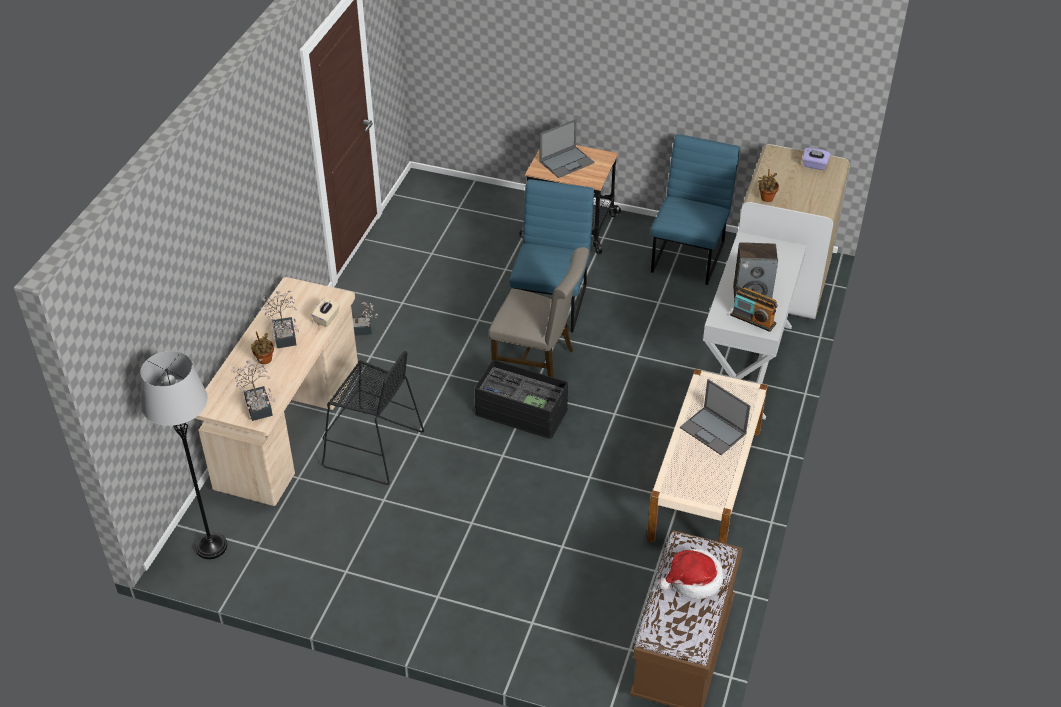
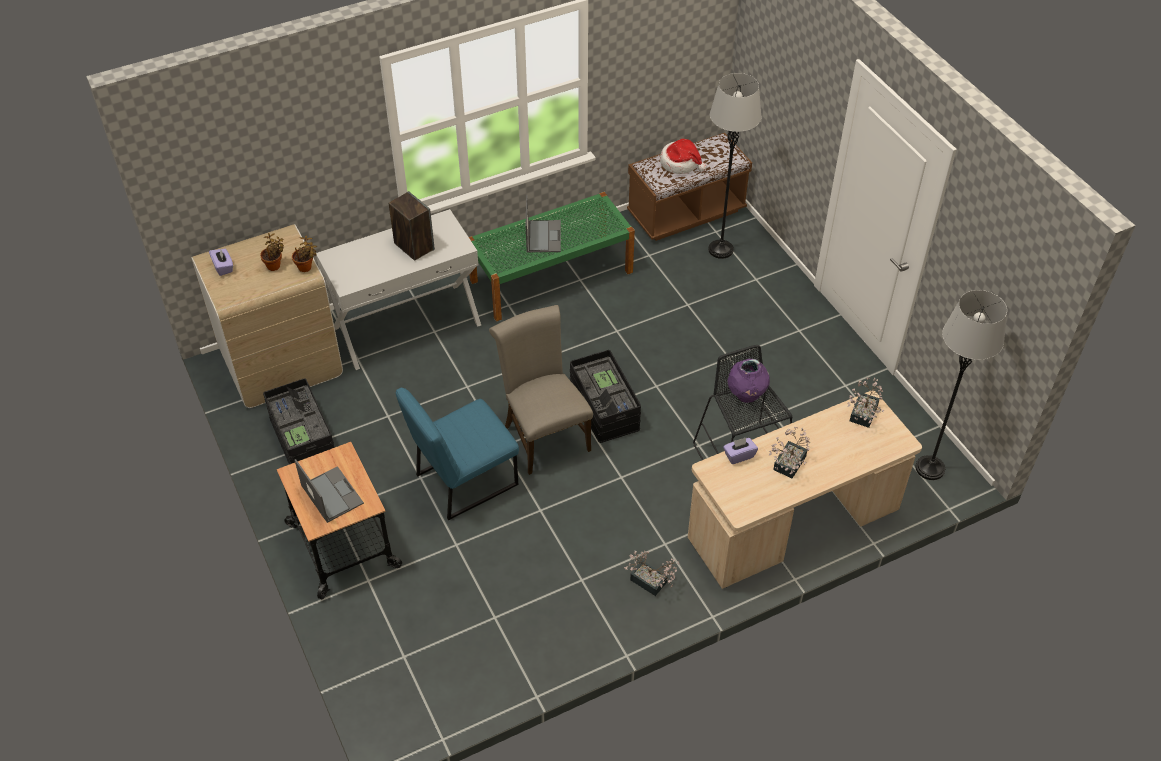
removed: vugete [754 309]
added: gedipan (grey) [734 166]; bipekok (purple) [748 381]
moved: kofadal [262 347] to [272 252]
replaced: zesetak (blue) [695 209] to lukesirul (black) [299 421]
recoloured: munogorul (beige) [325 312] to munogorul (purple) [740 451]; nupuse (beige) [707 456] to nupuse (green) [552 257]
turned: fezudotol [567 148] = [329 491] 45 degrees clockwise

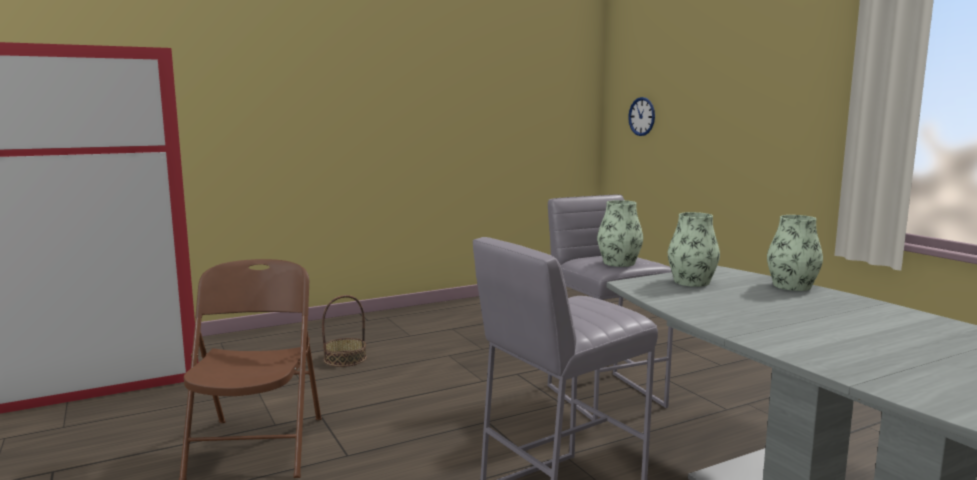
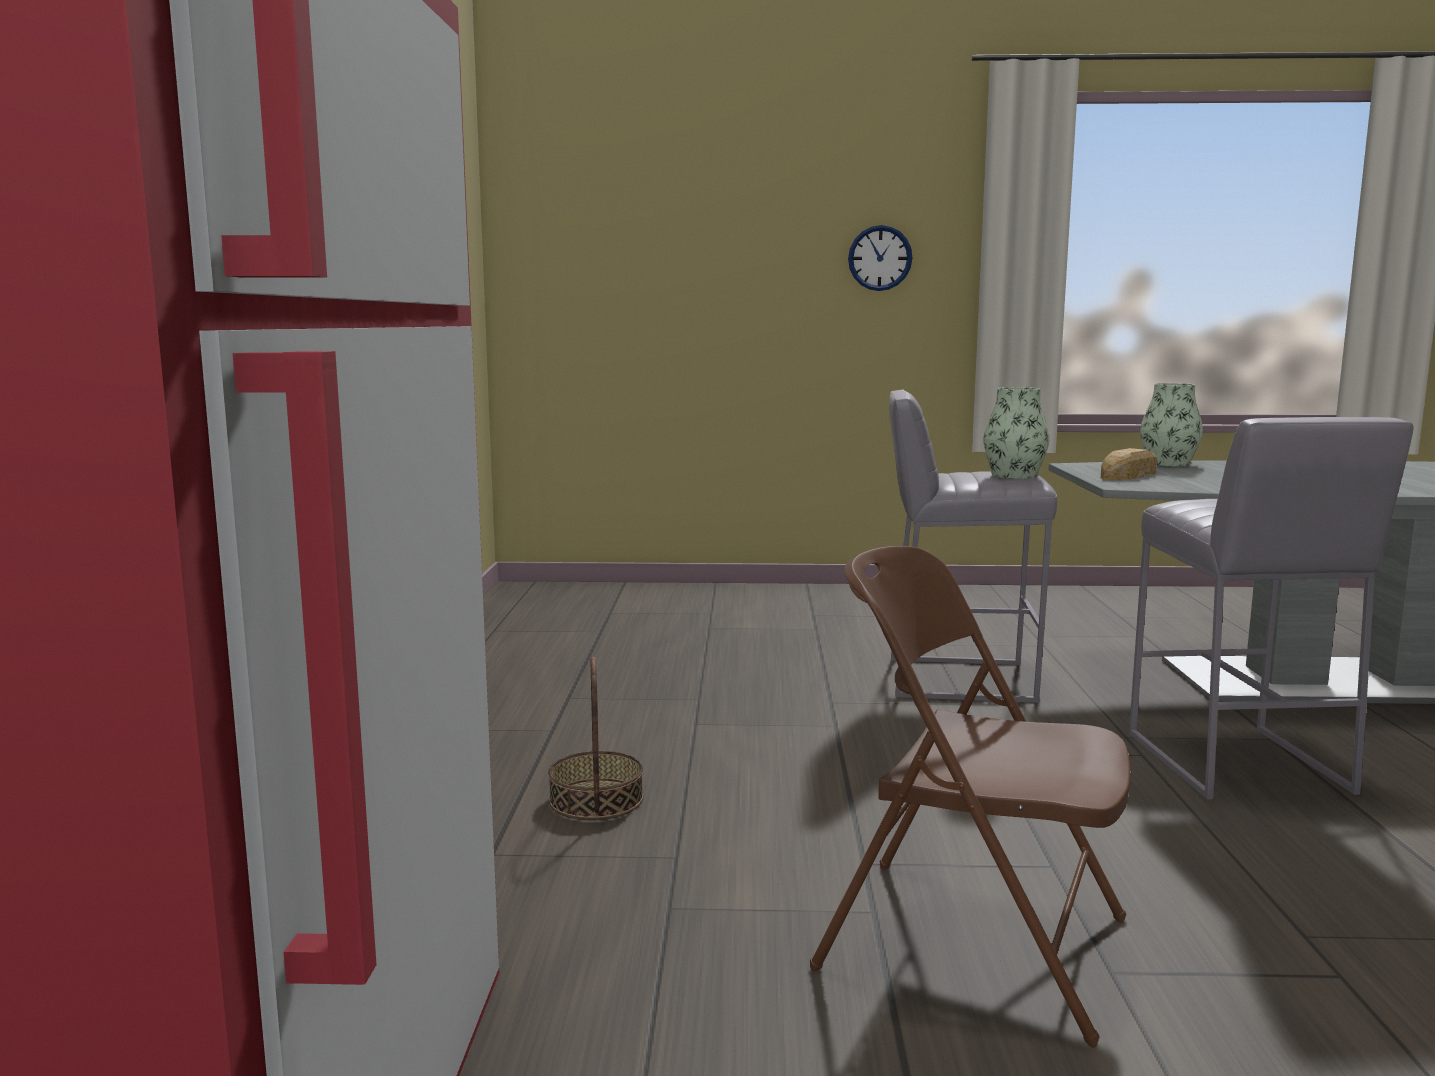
moved: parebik [641 116] to [880 258]
replaced: bipekok [694 249] to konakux [1129 464]

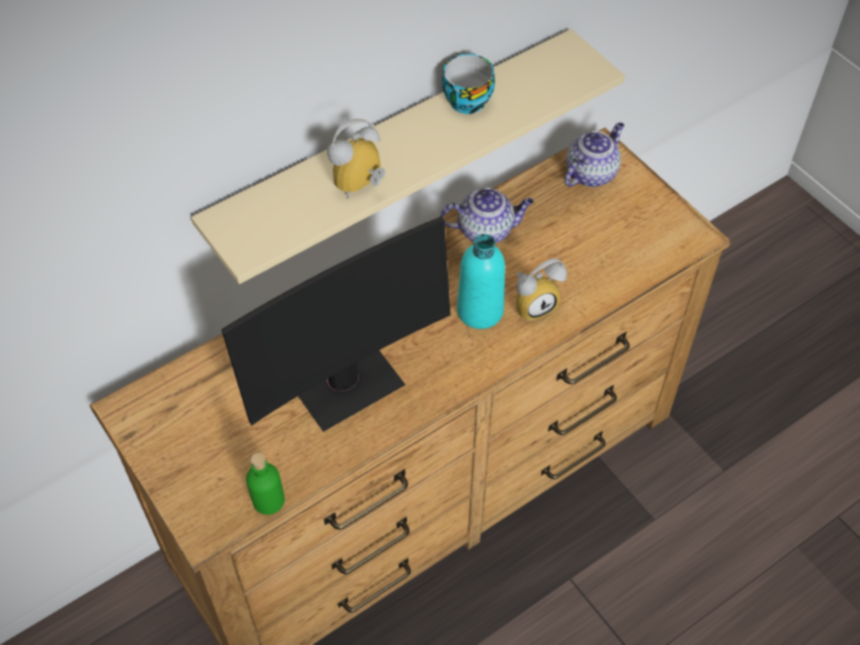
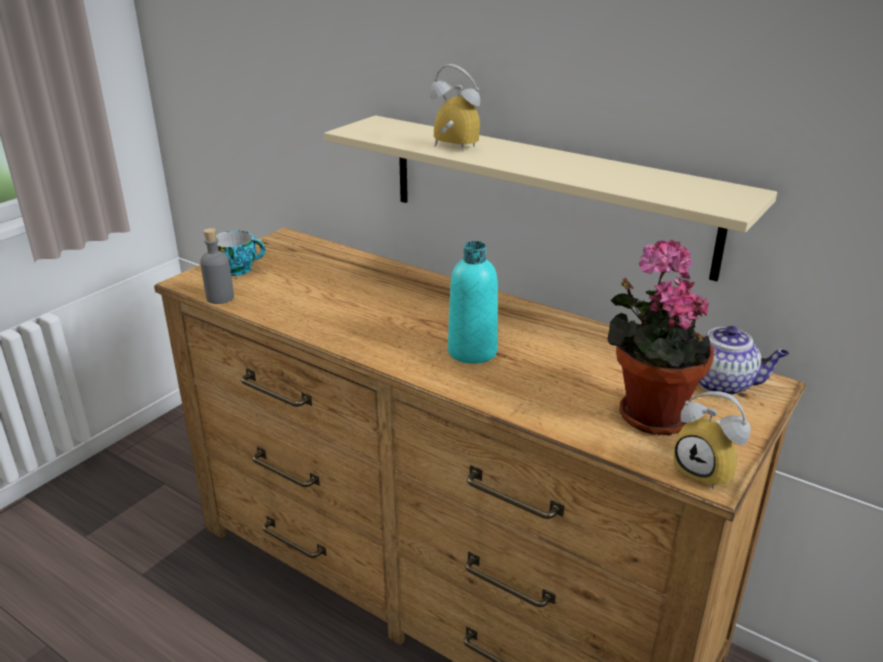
removed: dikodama [336 324]; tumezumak [487 215]
added: kofadal [660 338]
moved: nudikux [468 83] to [240 253]; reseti [541 290] to [712 440]
recoloured: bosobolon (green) [265 484] to bosobolon (grey) [217 266]

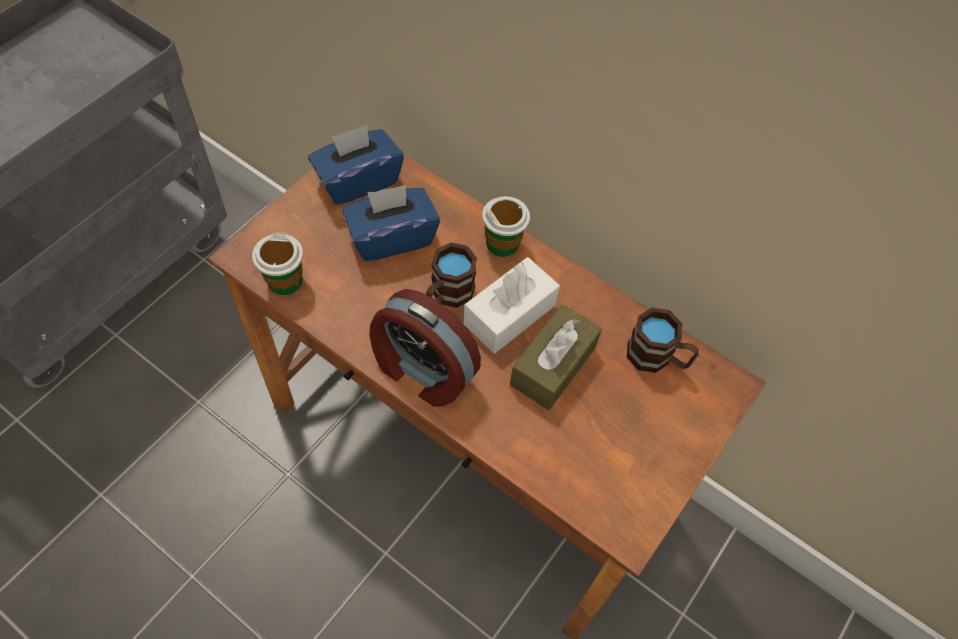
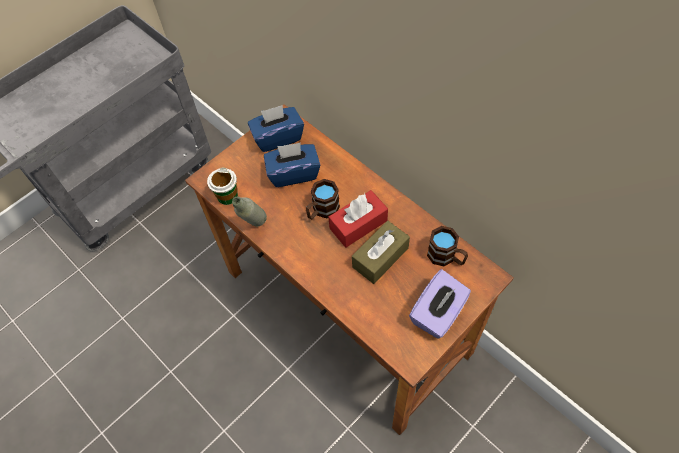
removed: reseti [425 348]; nudikux [506 226]
added: bosobolon (grey) [249 212]; munogorul (purple) [440 304]
recoloured: munogorul (white) [512 305] to munogorul (red) [358 219]

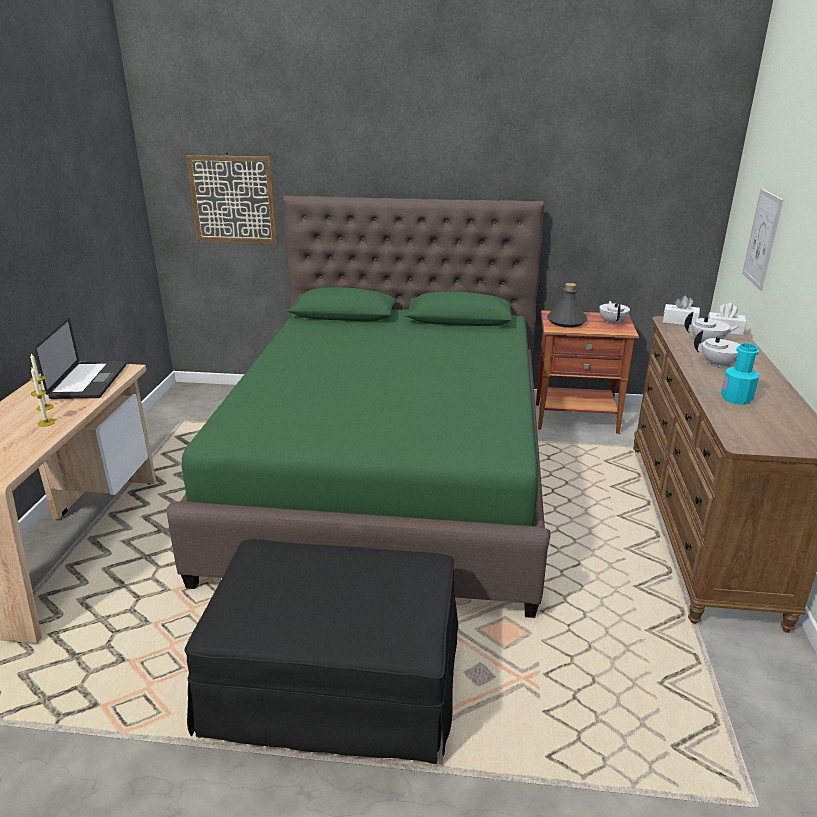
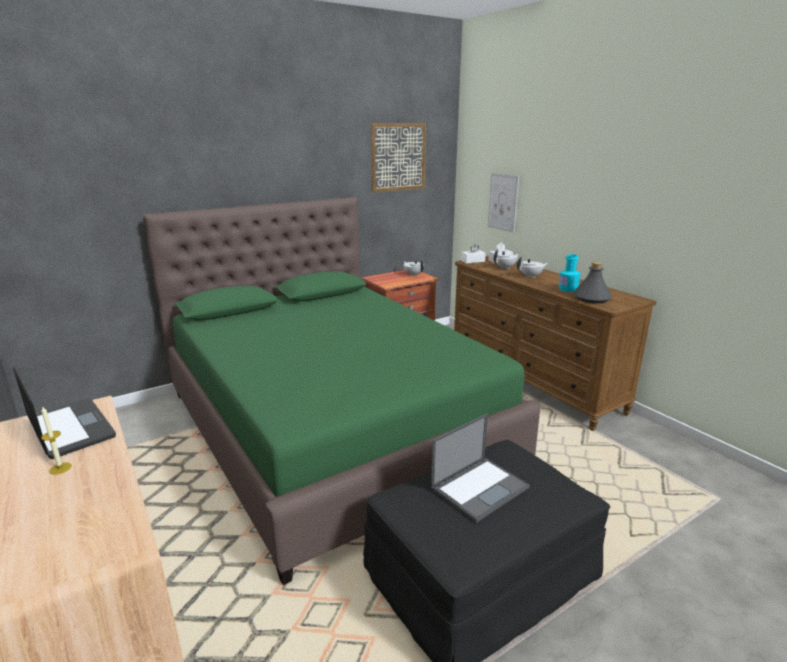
removed: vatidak [43 397]
added: fezudotol [480 468]
moved: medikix [231 198] to [398 156]; bosobolon (grey) [567 305] to [593 282]

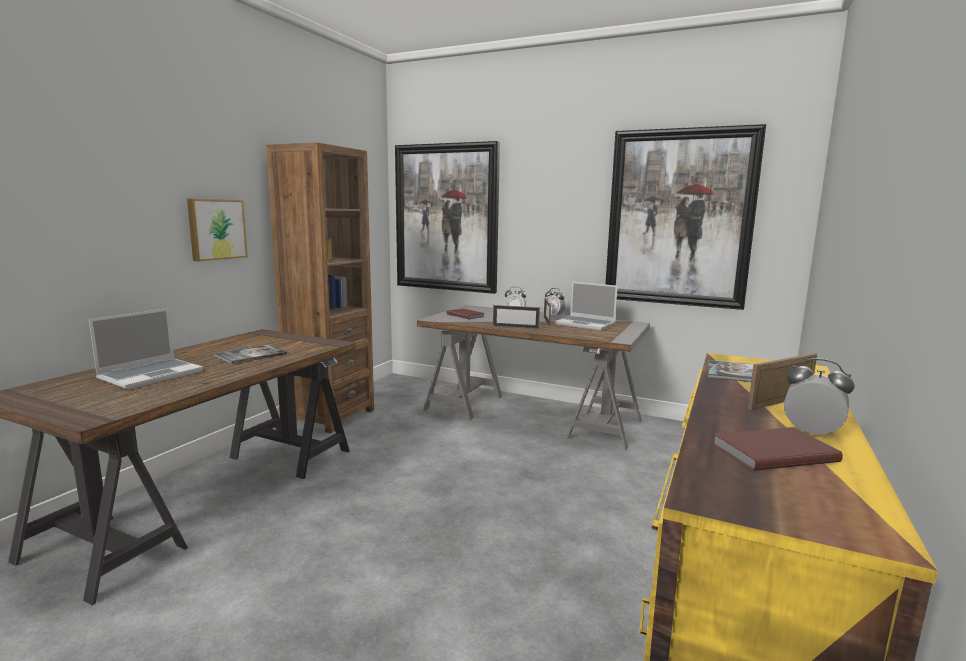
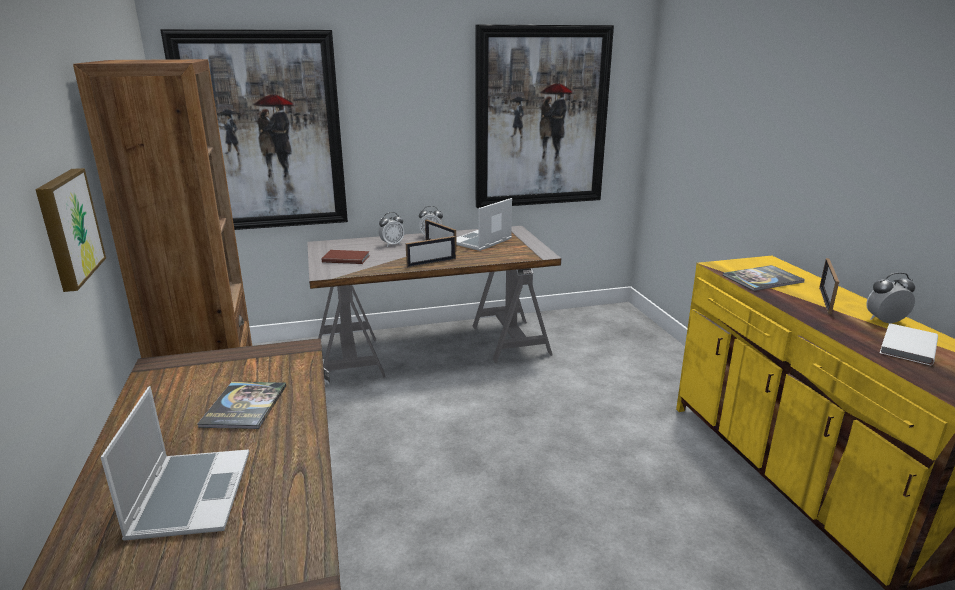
recoloured: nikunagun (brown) [778 449] to nikunagun (white) [909 344]
turned: fezudotol [586 306] = [484 224] 135 degrees clockwise

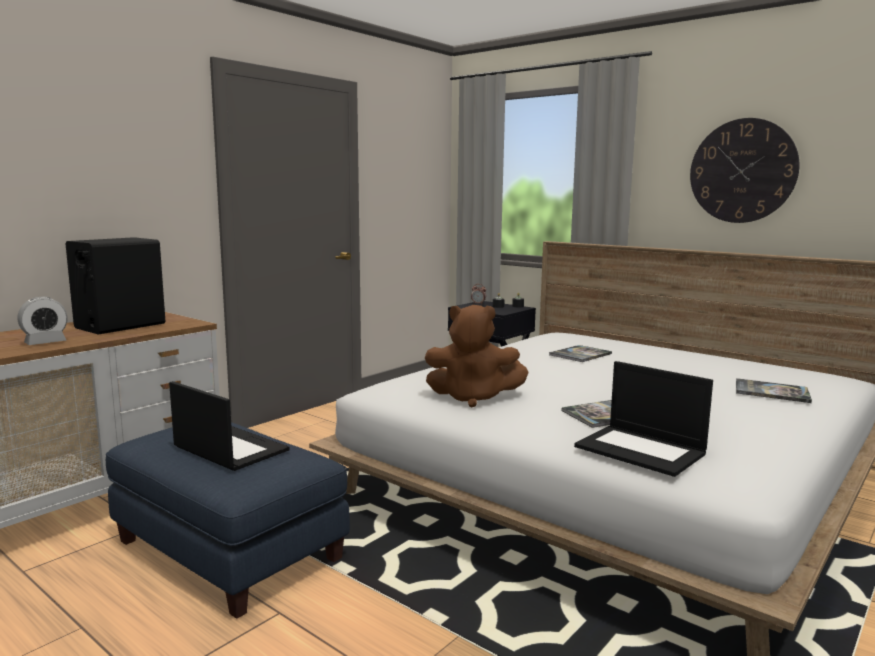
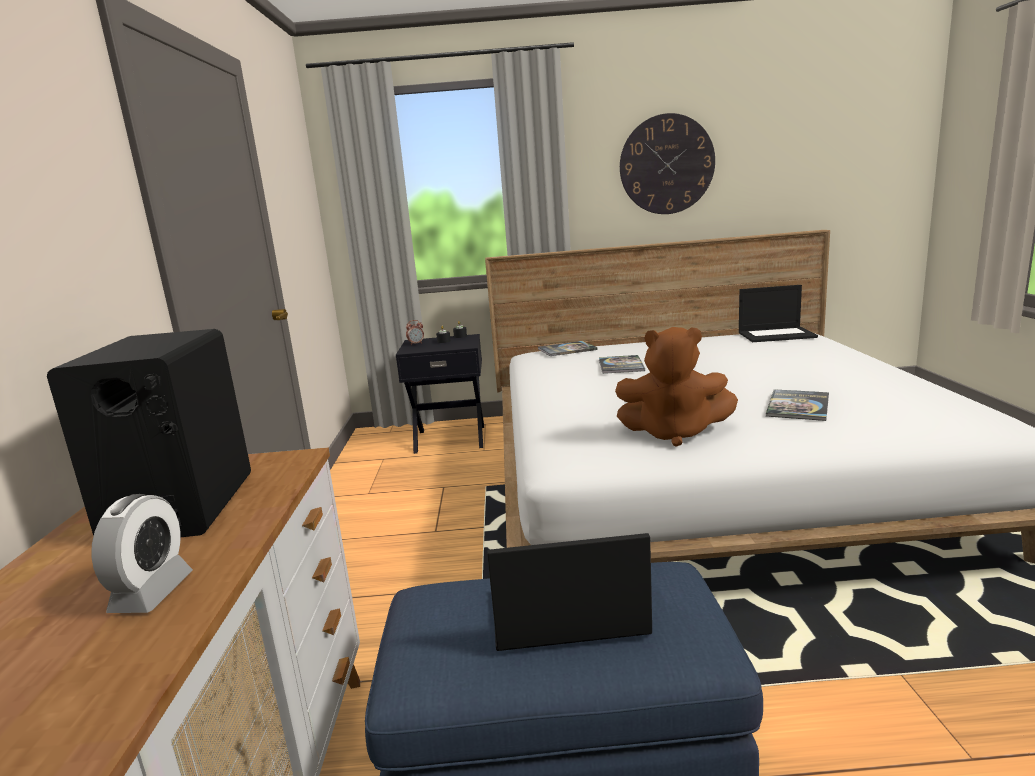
moved: fezudotol [643 419] to [778 313]; nikunagun [774 390] to [568 348]
turned: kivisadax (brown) [477 356] = [676 387] 45 degrees clockwise

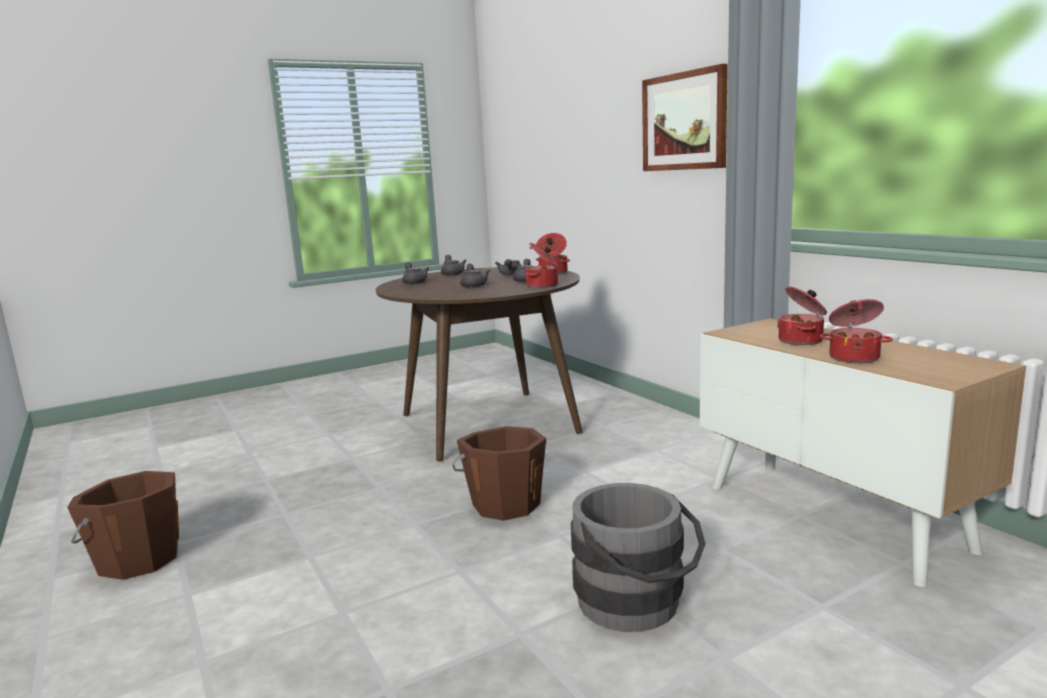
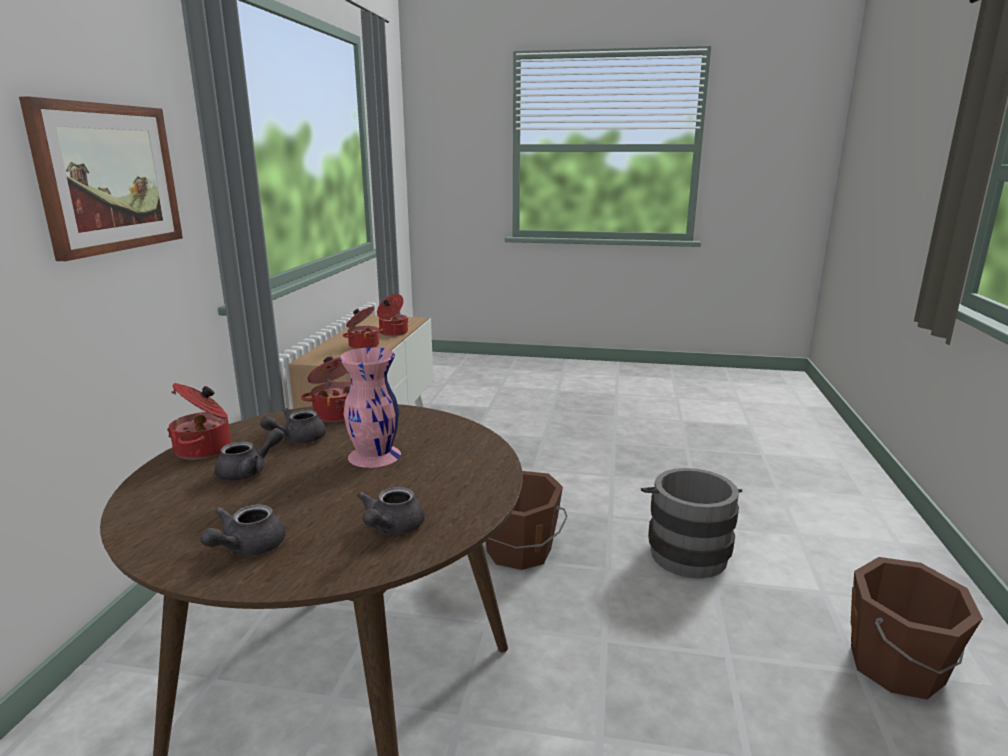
moved: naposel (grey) [638 557] to [691 523]
replaced: tumezumak (grey) [475 276] to bipekok (pink) [370 407]

